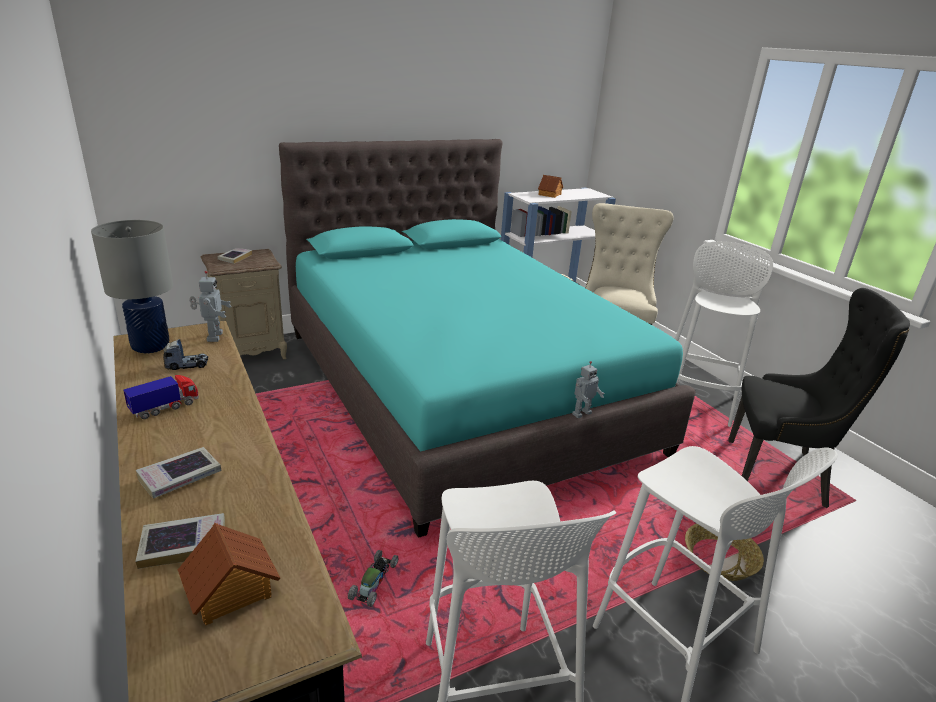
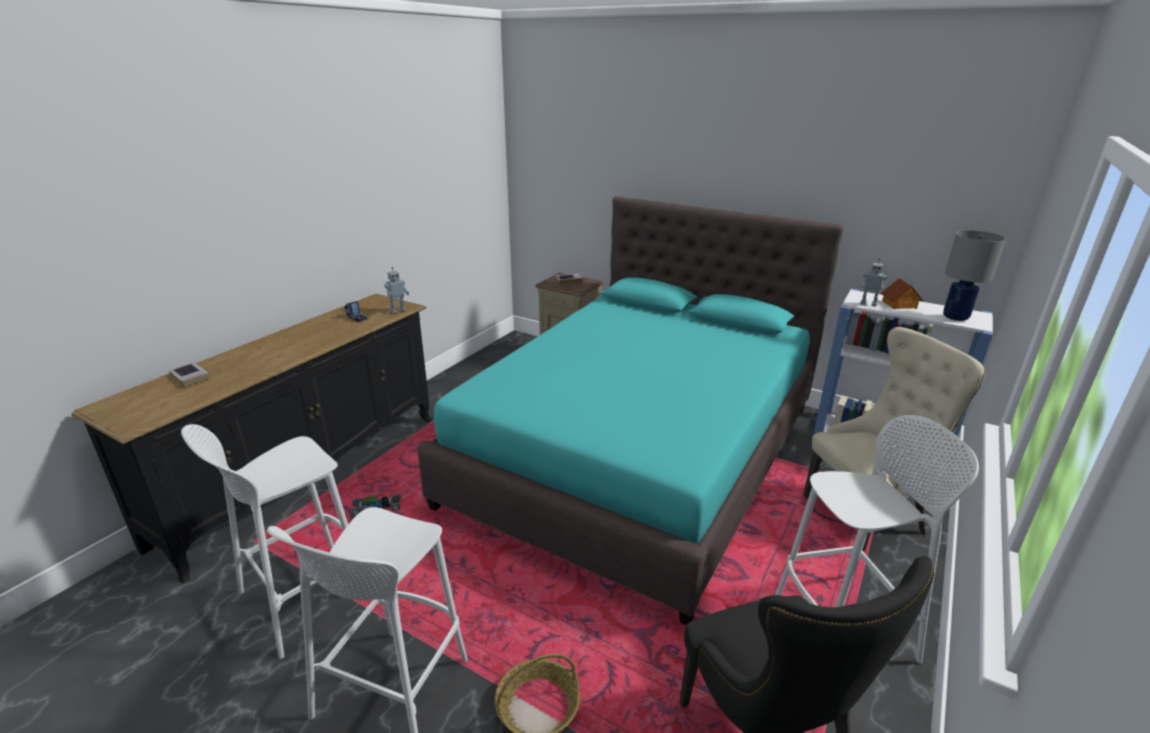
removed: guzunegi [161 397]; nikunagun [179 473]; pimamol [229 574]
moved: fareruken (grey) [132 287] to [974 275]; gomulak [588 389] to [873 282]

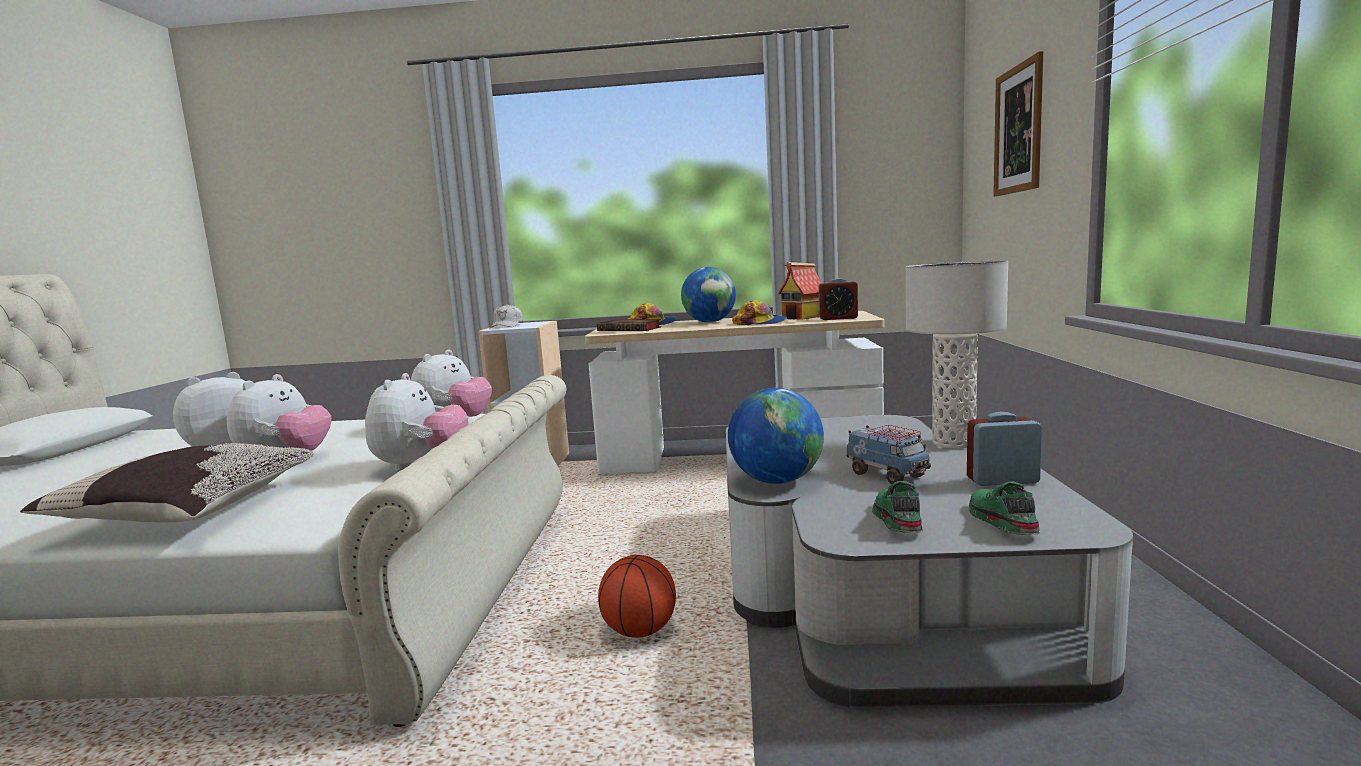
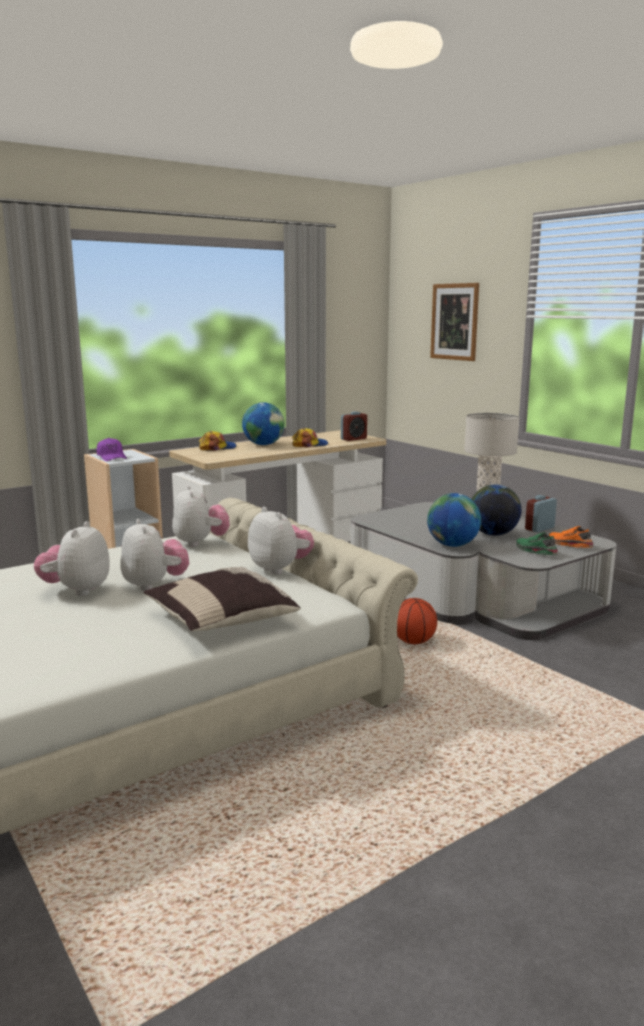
removed: nikunagun [629 325]; pimamol [800 291]
replaced: guzunegi [888 454] to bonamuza [496 510]
recoloured: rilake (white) [506 316] to rilake (purple) [111 449]; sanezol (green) [1004 508] to sanezol (orange) [571 537]

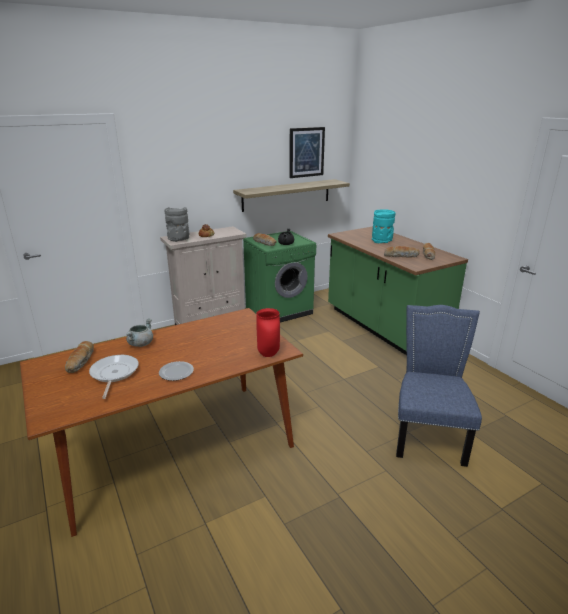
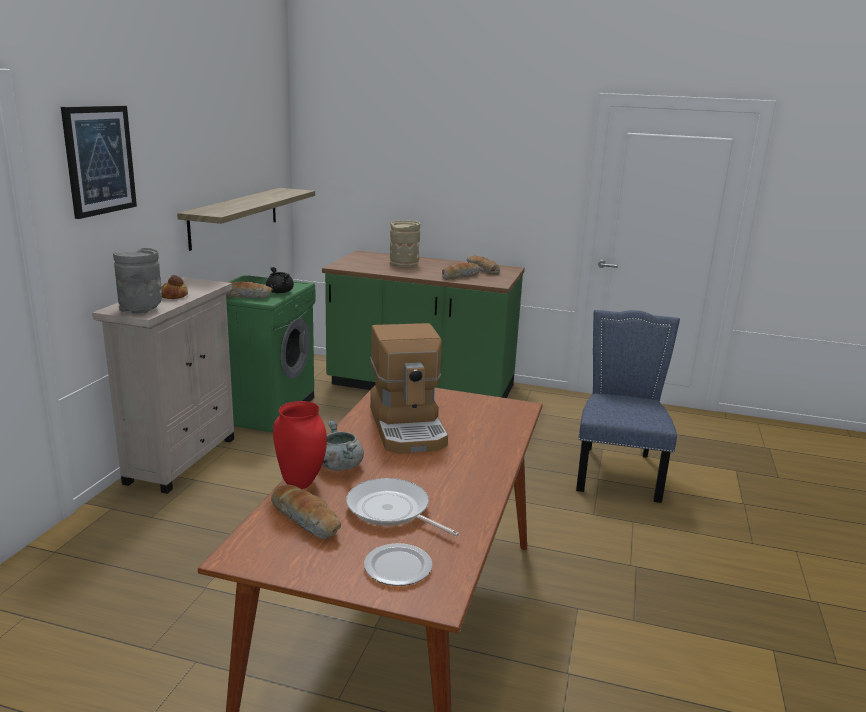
added: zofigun [409 388]
moved: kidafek [176 371] to [398 564]; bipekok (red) [268 332] to [300 445]; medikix [307 152] to [99 162]
recoloured: bipekok (turquoise) [384 226] to bipekok (beige) [405 244]
turned: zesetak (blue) [439 386] = [628 406] 45 degrees clockwise

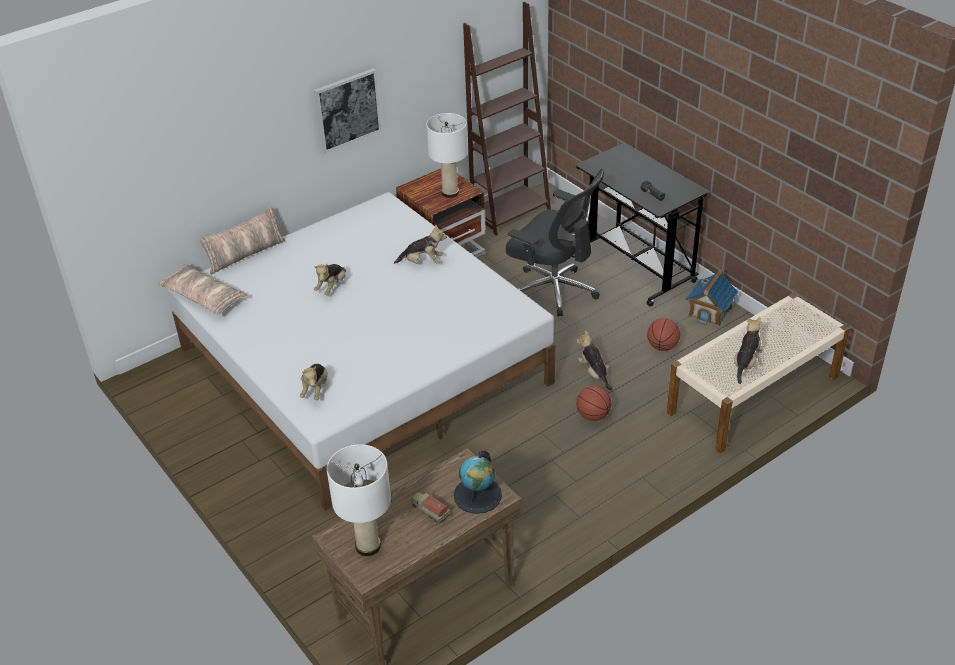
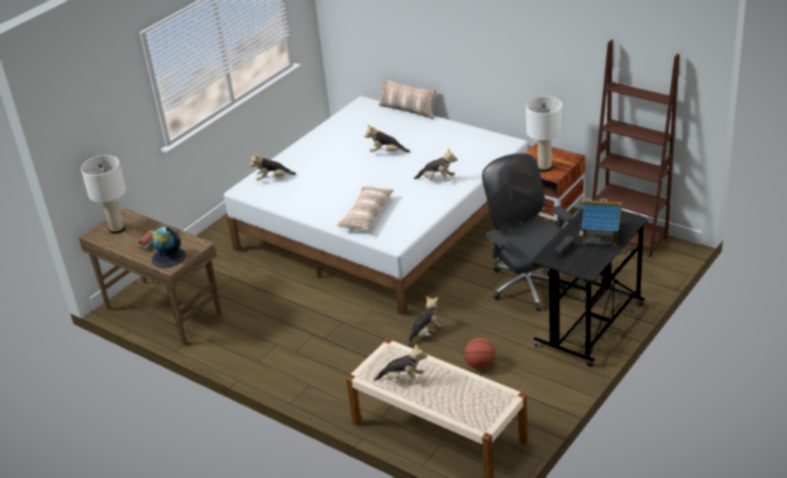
removed: medikix [348 110]; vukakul [593 403]
moved: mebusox [202 289] to [365 208]; pimamol [712 298] to [600 222]
turned: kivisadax [420 244] = [436 164] 60 degrees counterclockwise; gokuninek [555 242] = [528 232] 135 degrees clockwise

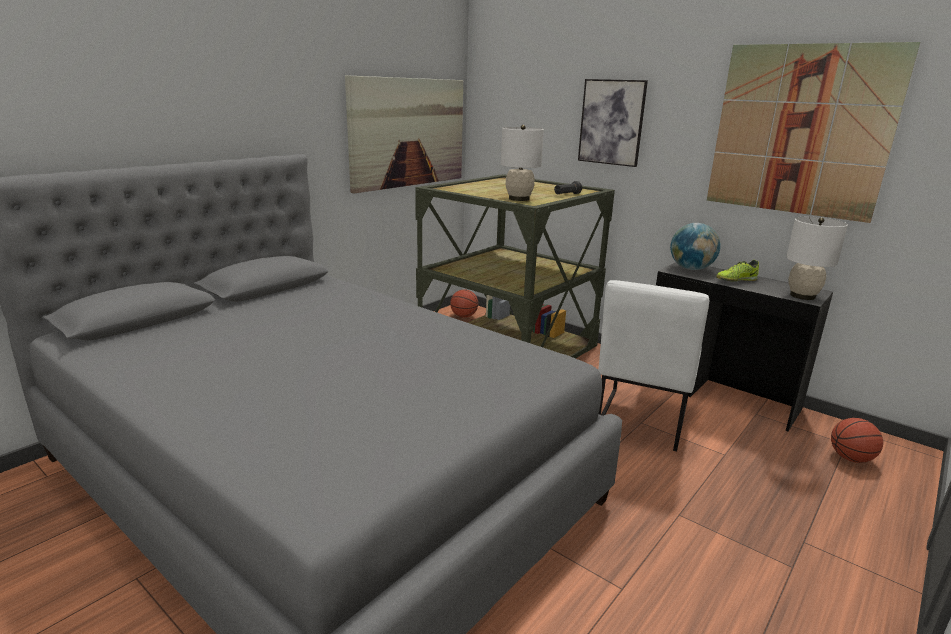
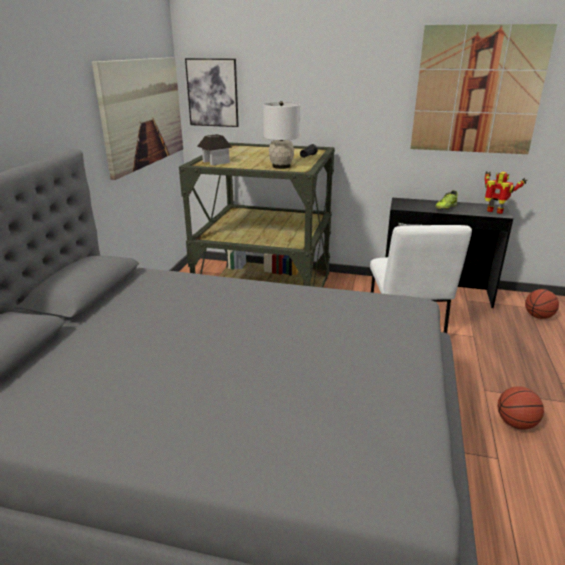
removed: bonamuza [695 246]
added: pimamol [215 150]
moved: vukakul [464 303] to [521 408]; medikix [613 123] to [212 92]
replaced: fareruken (white) [817 258] to gomulak [506 192]

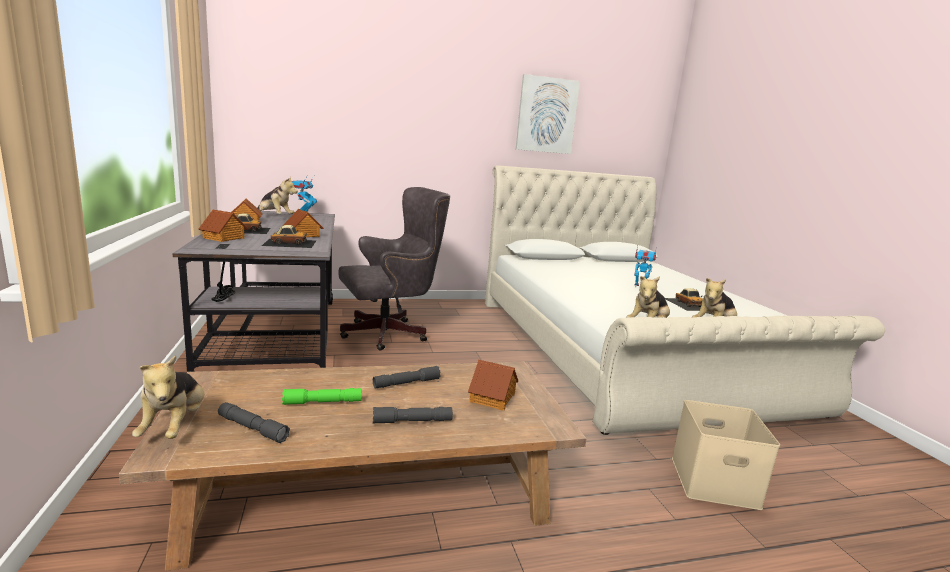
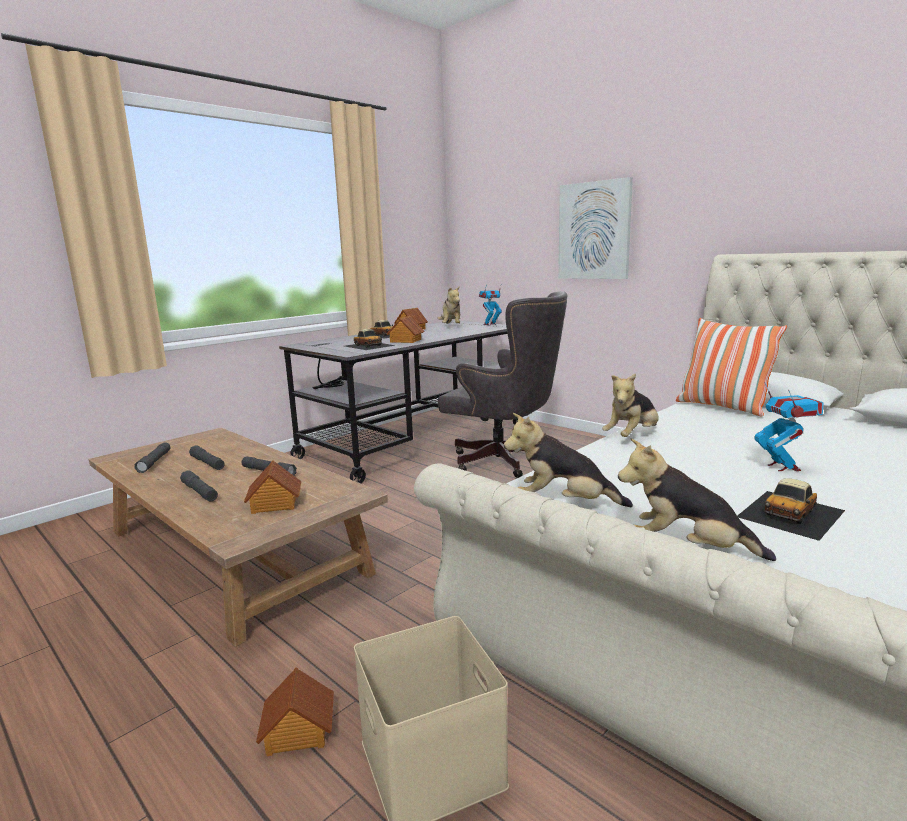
added: mebusox [731 367]
moved: kivisadax [168 397] to [630 405]; pimamol [223 225] to [295 711]; medikix [548 114] to [595 228]
recoloured: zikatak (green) [322 396] to zikatak (grey) [207 457]

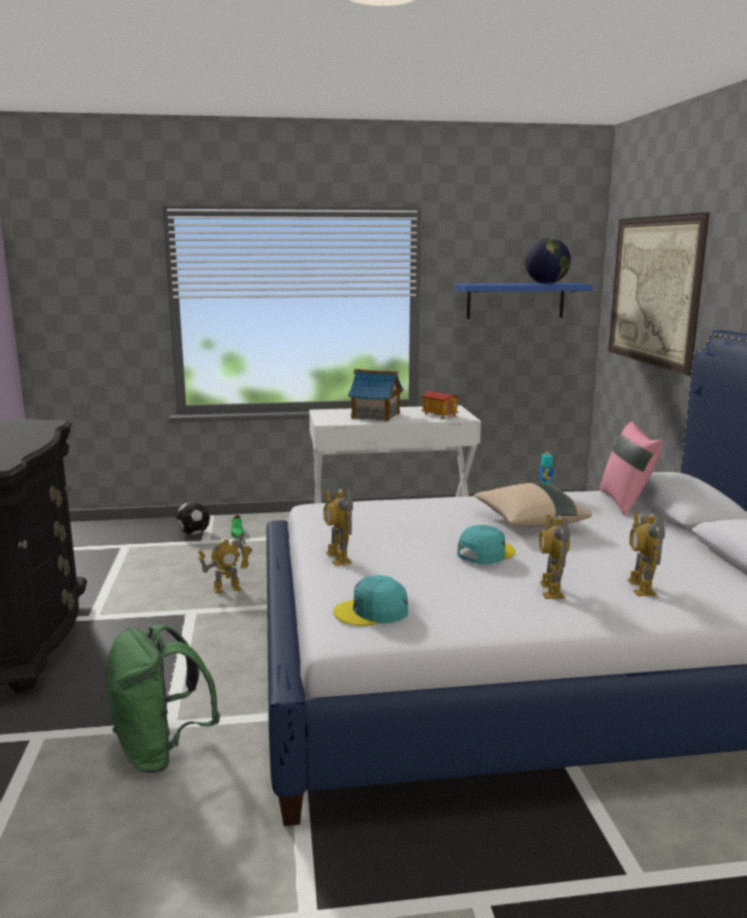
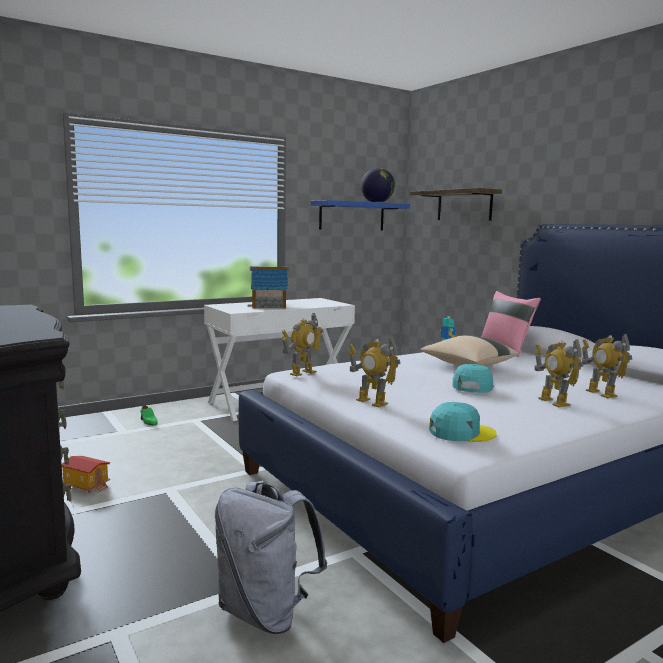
removed: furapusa [193 518]
moved: gomulak [225 563] to [302 344]; pimamol [440 405] to [86 474]
replaced: medikix [659 294] to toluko [456 204]
recoloured: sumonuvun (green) [163 699] to sumonuvun (grey) [271 557]
turned: rilake (turquoise) [370 600] = [463 422] 150 degrees counterclockwise

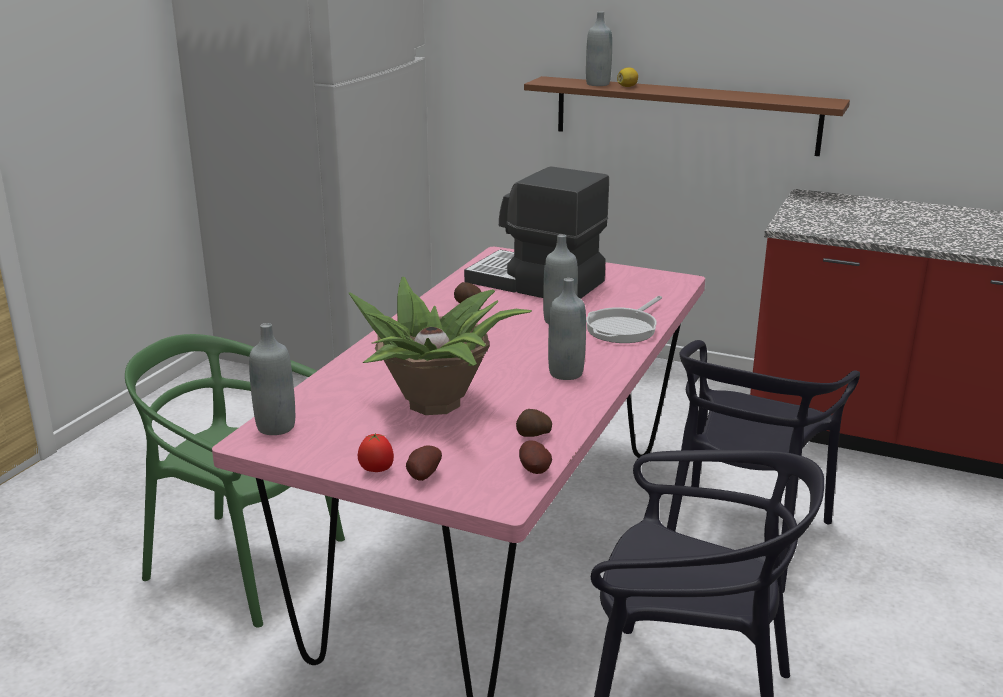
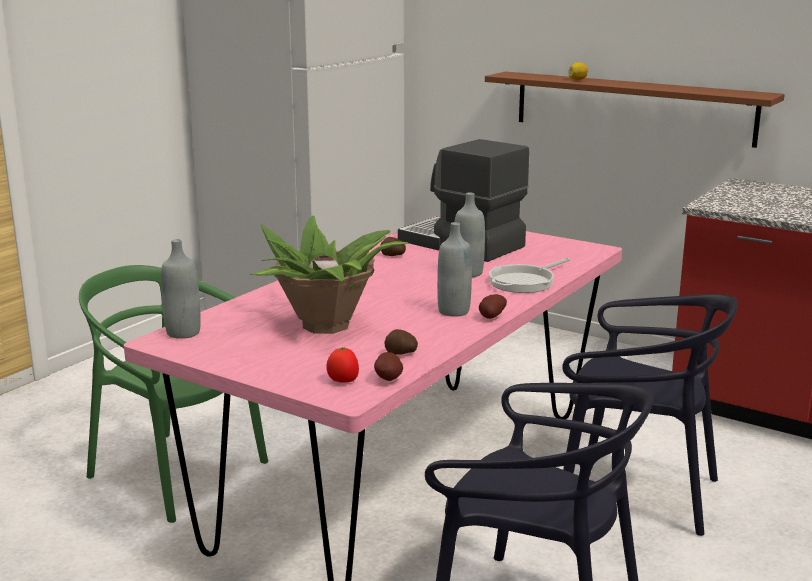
removed: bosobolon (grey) [599 49]
moved: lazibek [375 452] to [342 365]; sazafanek [424 463] to [493 306]
turned: zesetak (black) [763 466] = [650 415] 105 degrees counterclockwise

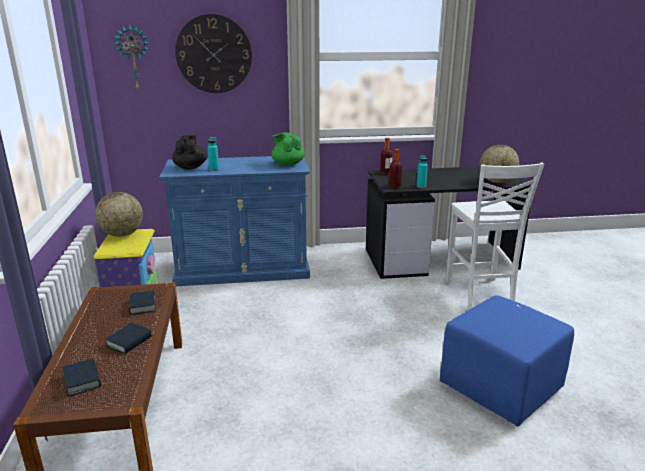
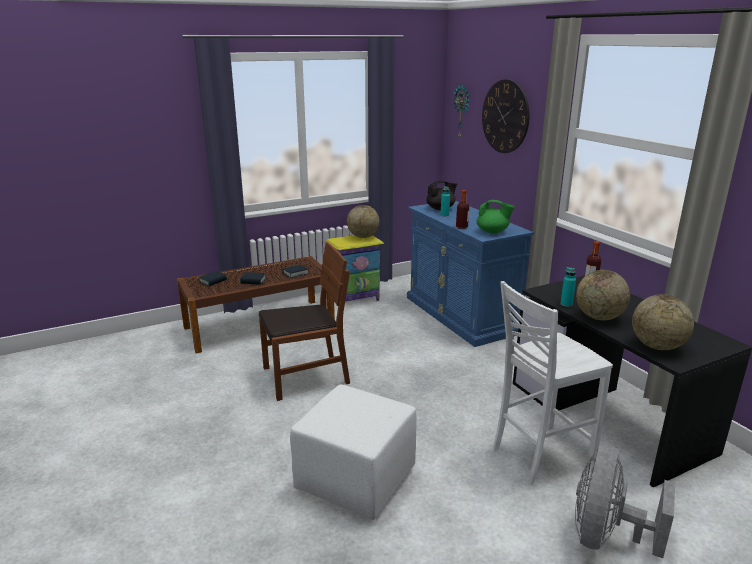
added: zesetak (brown) [304 321]; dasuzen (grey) [625 501]; bonamuza [603 295]
moved: bosobolon [395 169] to [462 209]
recoloured: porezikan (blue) [507 361] to porezikan (white) [353 452]
turned: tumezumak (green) [288 149] = [496 217] 75 degrees clockwise

